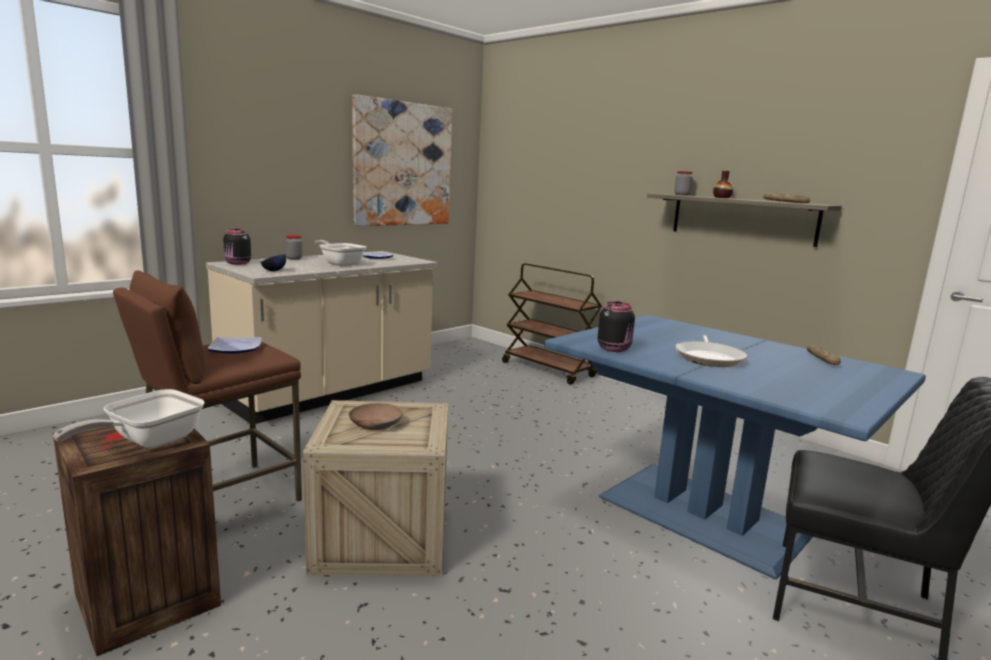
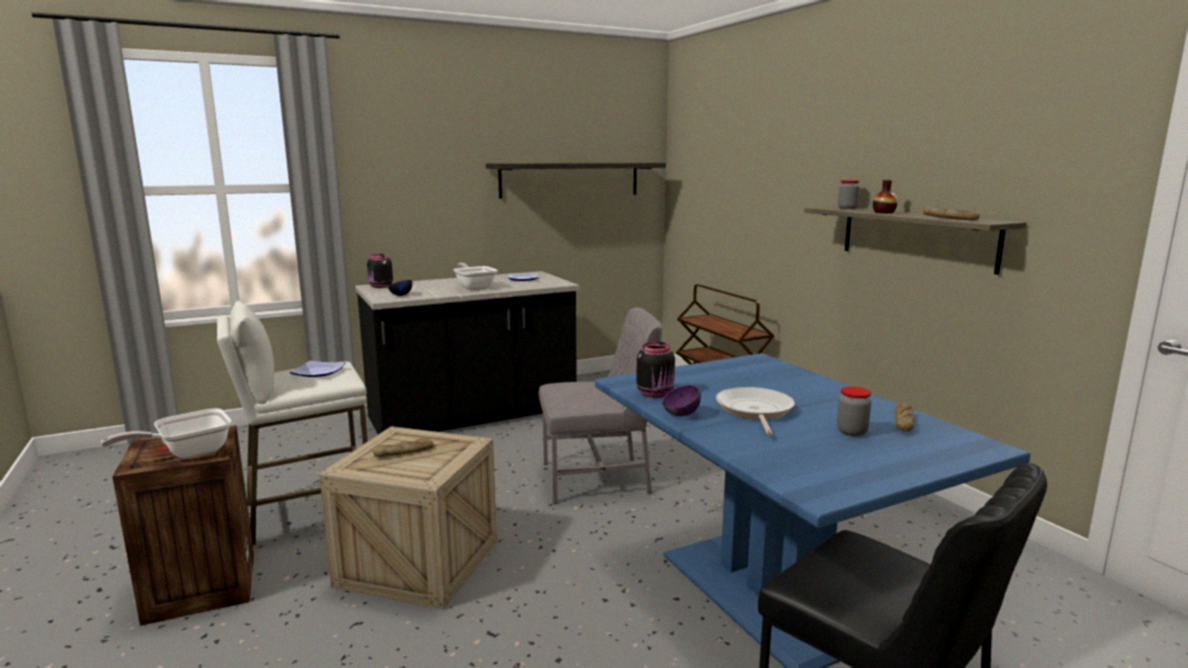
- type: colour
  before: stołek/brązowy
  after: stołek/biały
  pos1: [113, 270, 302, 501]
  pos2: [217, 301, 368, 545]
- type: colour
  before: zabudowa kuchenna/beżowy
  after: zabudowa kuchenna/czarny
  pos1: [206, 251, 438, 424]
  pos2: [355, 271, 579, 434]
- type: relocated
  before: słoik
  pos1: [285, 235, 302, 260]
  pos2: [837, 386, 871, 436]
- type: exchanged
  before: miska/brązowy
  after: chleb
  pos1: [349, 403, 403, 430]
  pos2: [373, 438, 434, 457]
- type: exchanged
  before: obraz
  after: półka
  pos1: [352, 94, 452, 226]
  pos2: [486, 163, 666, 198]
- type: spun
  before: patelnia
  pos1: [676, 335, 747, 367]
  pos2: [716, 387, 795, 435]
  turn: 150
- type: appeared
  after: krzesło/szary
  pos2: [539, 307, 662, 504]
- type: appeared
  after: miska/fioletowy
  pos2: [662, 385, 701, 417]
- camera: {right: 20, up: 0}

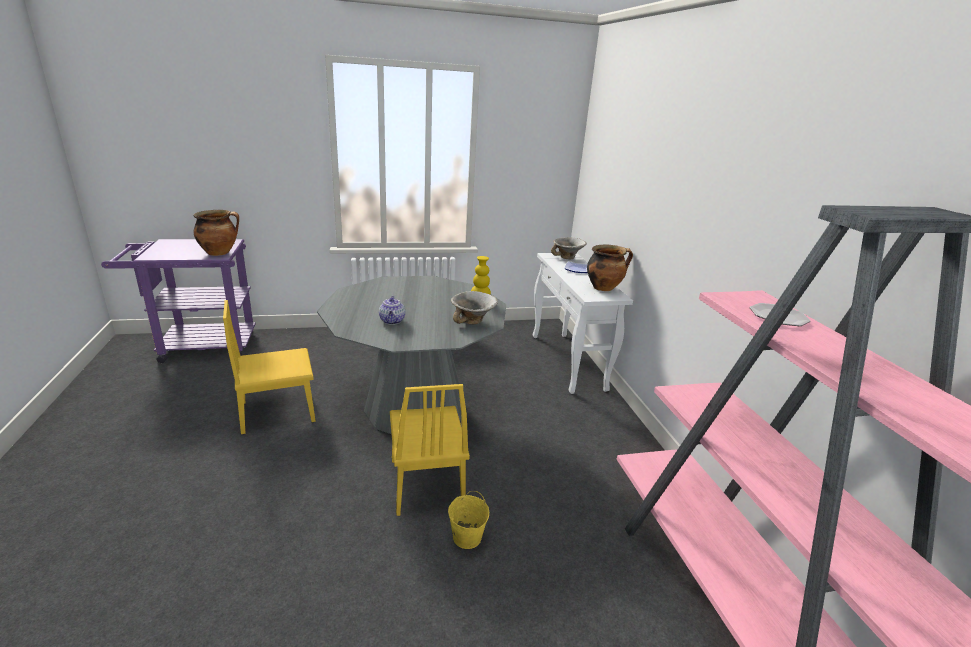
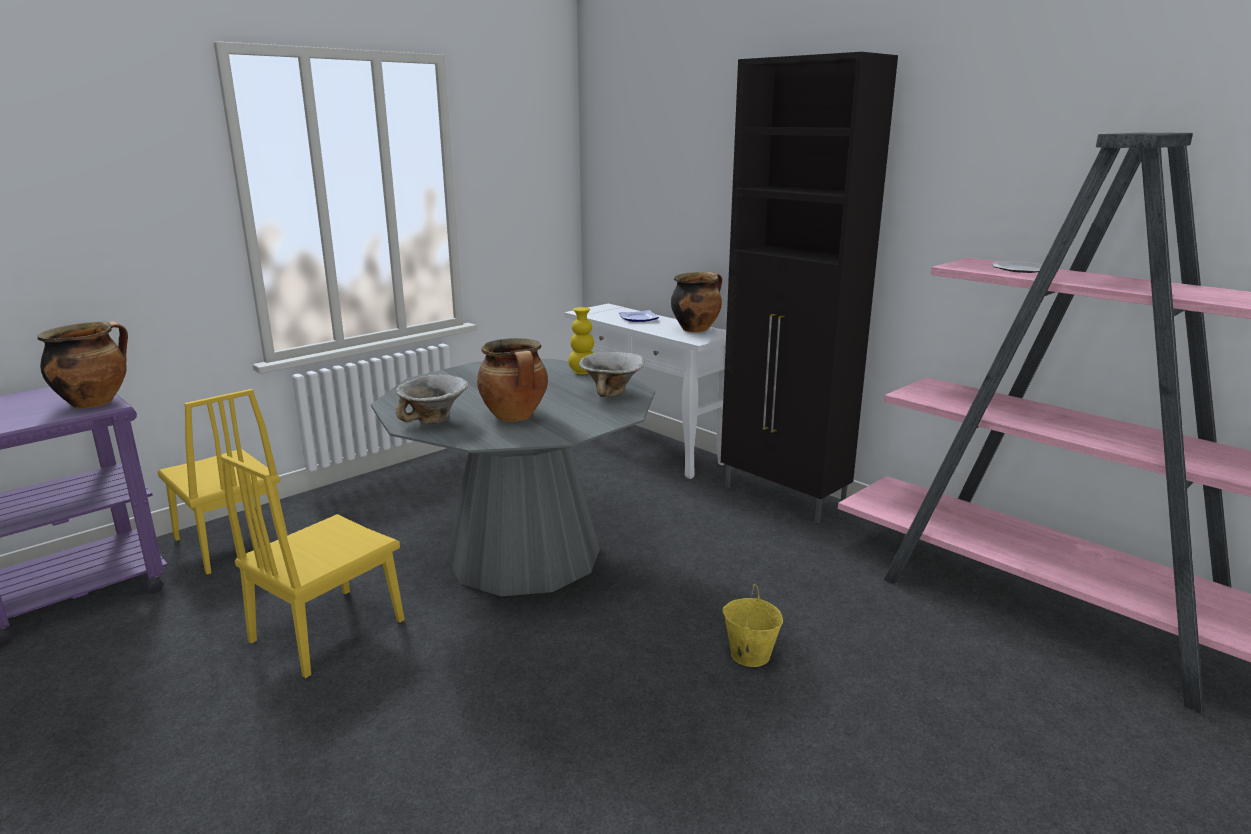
- type: exchanged
  before: imbryk
  after: garnek
  pos1: [379, 296, 405, 325]
  pos2: [477, 338, 548, 422]
- type: relocated
  before: krzesło/żółty
  pos1: [390, 384, 470, 516]
  pos2: [158, 389, 288, 575]
- type: relocated
  before: miska
  pos1: [551, 237, 587, 259]
  pos2: [395, 374, 469, 424]
- type: appeared
  after: szafka/czarny
  pos2: [721, 52, 898, 523]
- camera: {right: -30, up: -5}

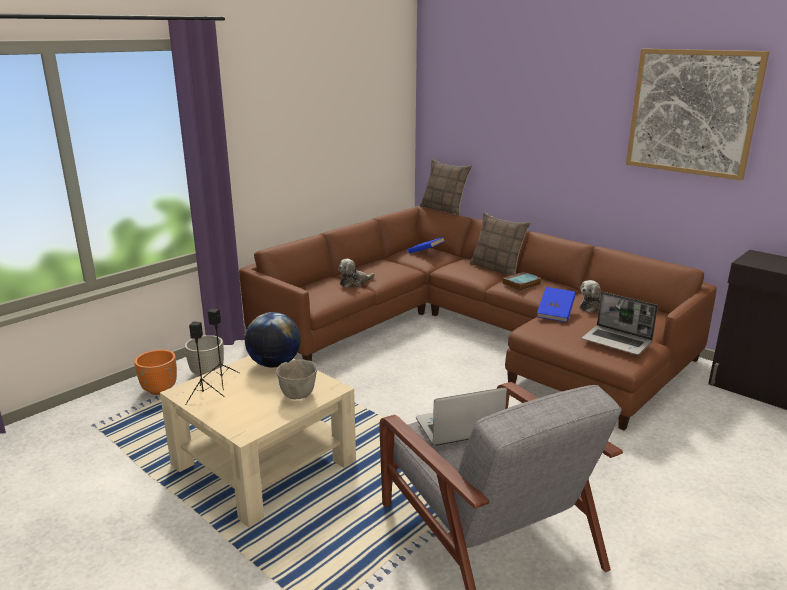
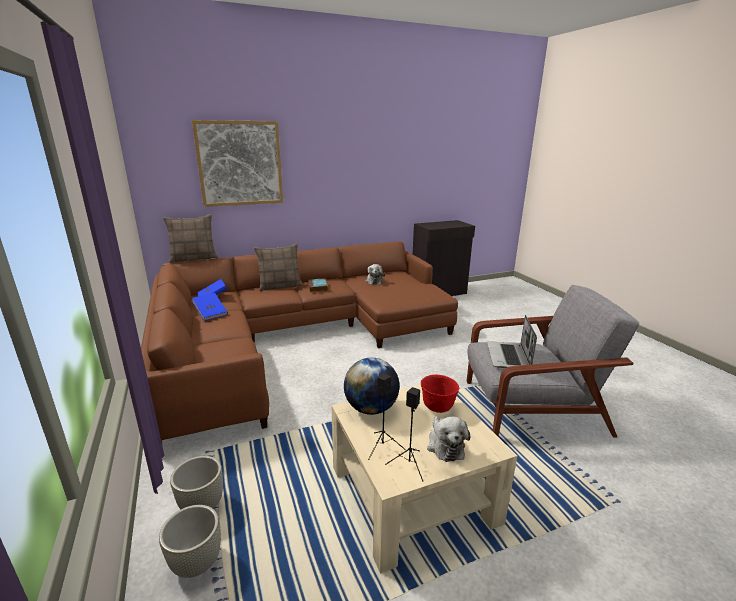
- type: colour
  before: donica/pomarańczowy
  after: donica/szary
  pos1: [134, 350, 177, 395]
  pos2: [159, 505, 221, 578]
- type: colour
  before: miska/szary
  after: miska/czerwony
  pos1: [276, 359, 317, 399]
  pos2: [421, 375, 459, 413]
- type: relocated
  before: pluszak
  pos1: [338, 259, 375, 288]
  pos2: [427, 416, 470, 462]
- type: relocated
  before: książka/niebieski
  pos1: [537, 287, 576, 322]
  pos2: [192, 293, 228, 321]
- type: missing
  before: laptop
  pos1: [582, 292, 658, 355]
- type: relocated
  before: obraz
  pos1: [626, 49, 769, 180]
  pos2: [192, 120, 283, 207]
- camera: {right: -65, up: 0}

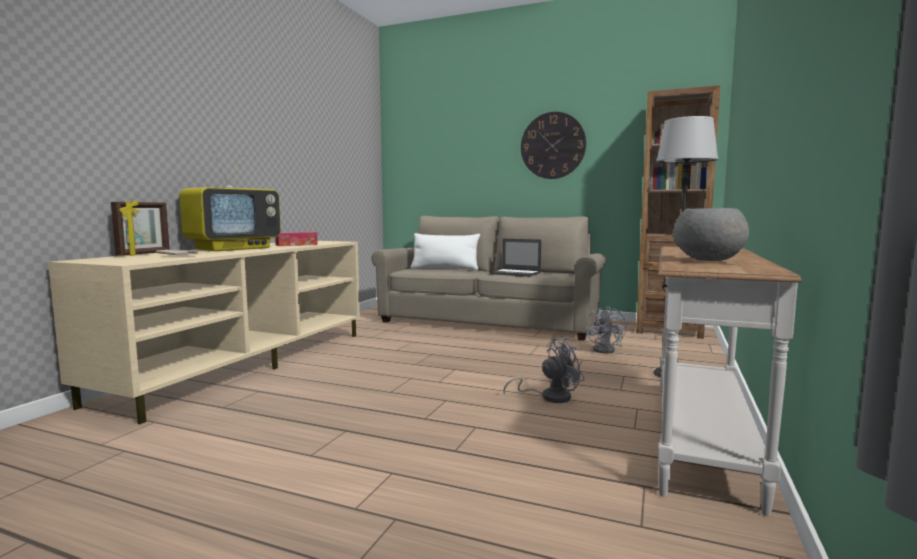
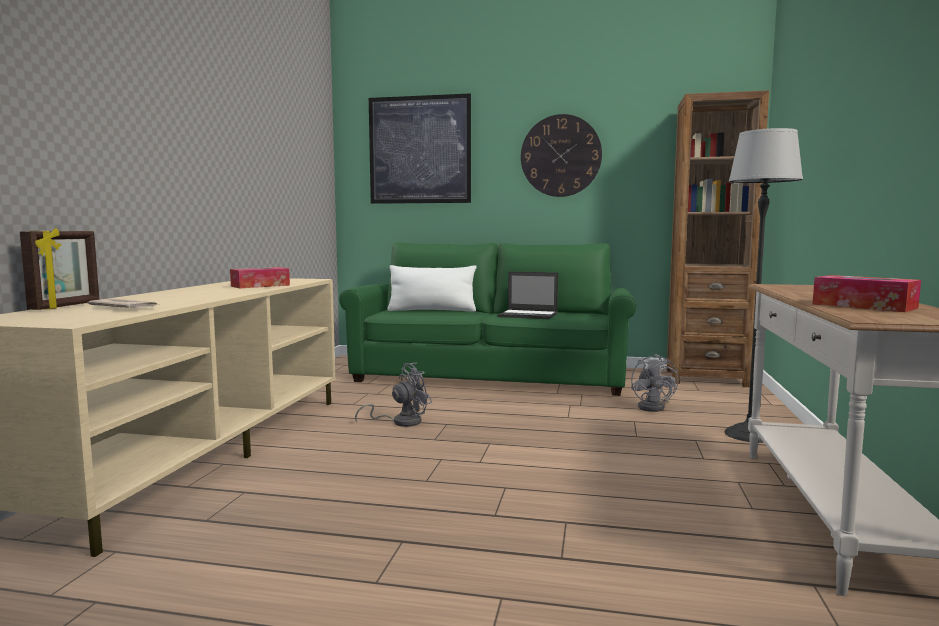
- type: missing
  before: telewizor
  pos1: [179, 151, 281, 251]
- type: colour
  before: kanapa/beżowy
  after: kanapa/zielony
  pos1: [371, 216, 606, 341]
  pos2: [339, 242, 636, 396]
- type: relocated
  before: wentylator/szary
  pos1: [504, 338, 585, 403]
  pos2: [355, 363, 432, 427]
- type: exchanged
  before: miska/szary
  after: pudełko chusteczek
  pos1: [673, 208, 749, 261]
  pos2: [813, 275, 921, 312]
- type: appeared
  after: obraz
  pos2: [369, 93, 471, 204]
- camera: {right: -10, up: 0}

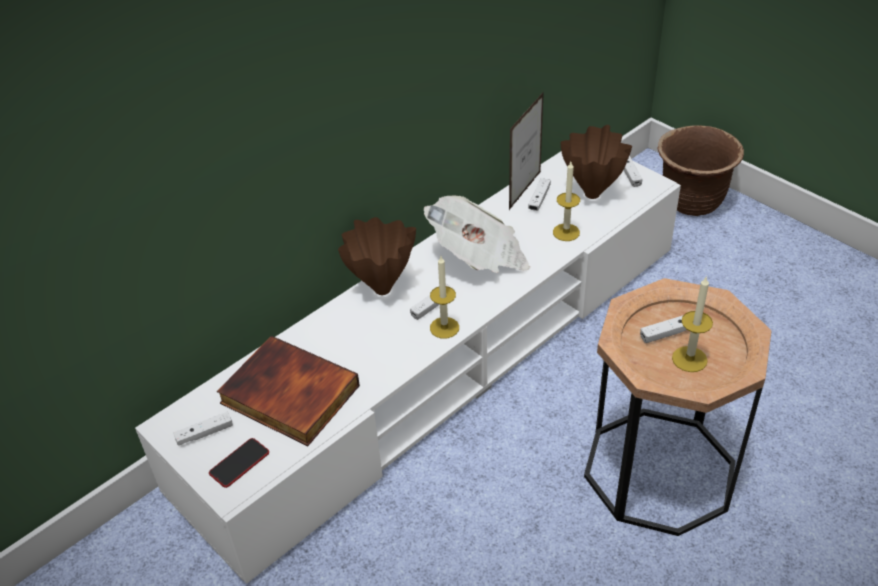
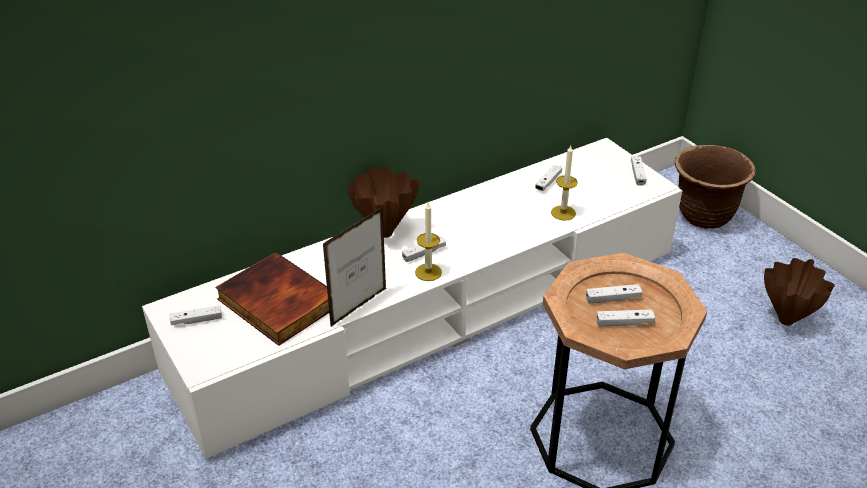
- type: missing
  before: telefon
  pos1: [209, 438, 269, 488]
- type: missing
  before: gazeta
  pos1: [423, 195, 530, 273]
- type: relocated
  before: ramka na zdjęcie
  pos1: [509, 91, 544, 210]
  pos2: [323, 206, 386, 327]
- type: relocated
  before: wazon/brązowy
  pos1: [560, 125, 632, 199]
  pos2: [764, 258, 835, 326]
- type: exchanged
  before: świeca
  after: pad do gier/biały
  pos1: [672, 276, 713, 372]
  pos2: [597, 309, 655, 327]
- camera: {right: 10, up: -5}

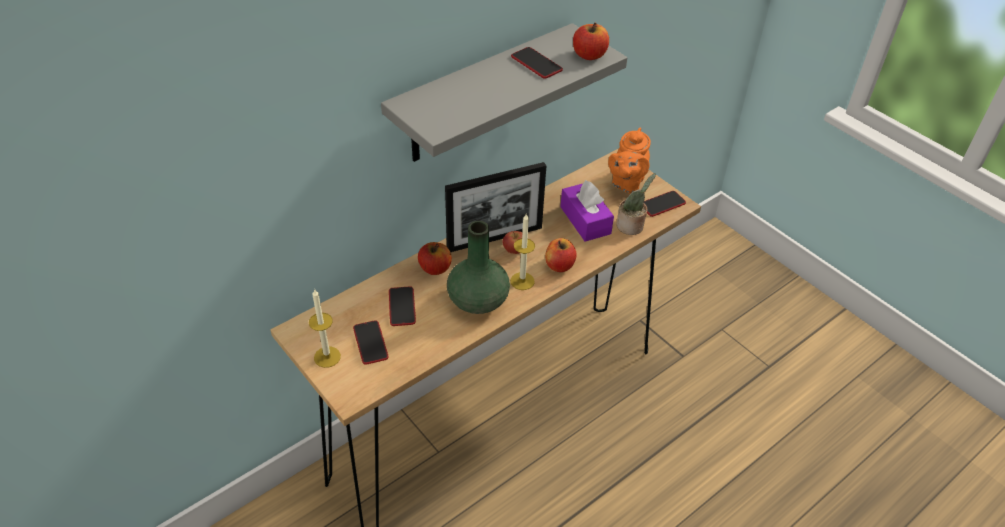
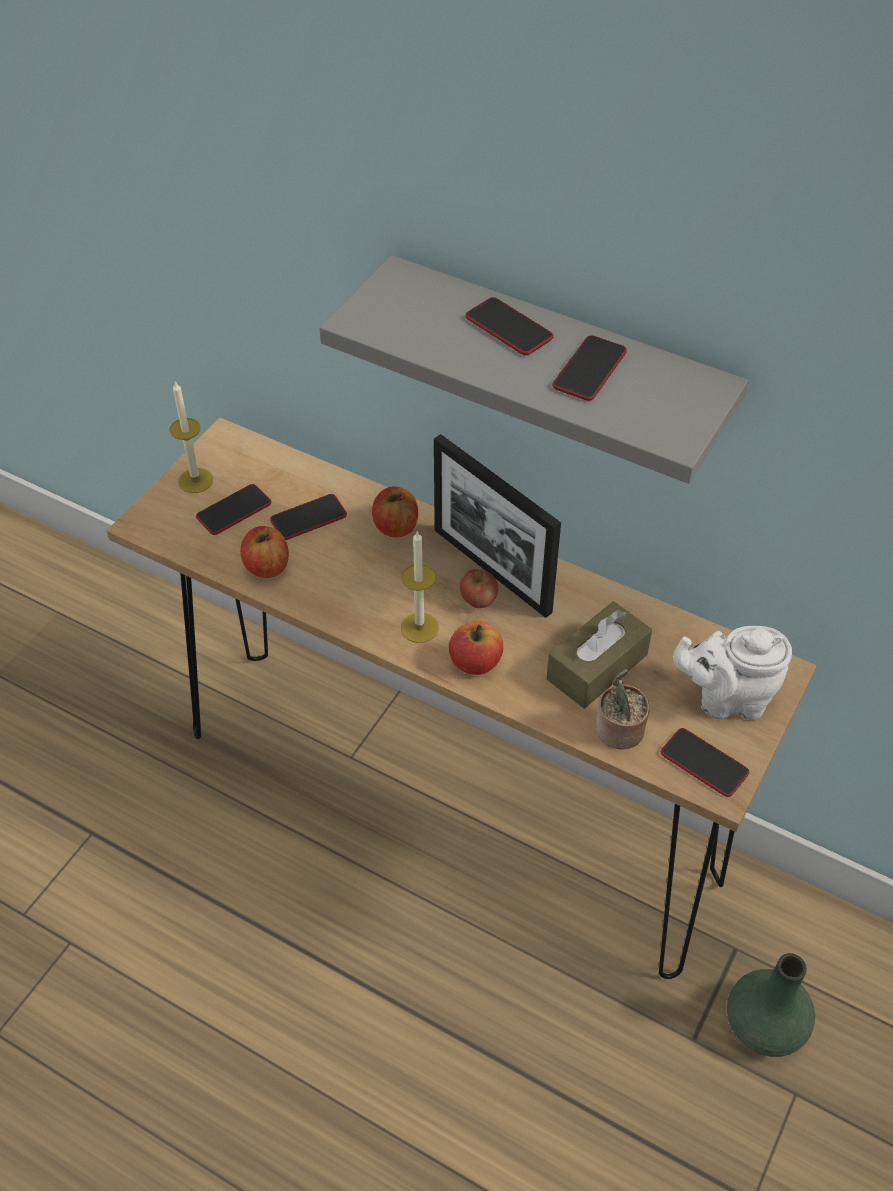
- type: relocated
  before: wazon/zielony
  pos1: [447, 221, 510, 314]
  pos2: [727, 953, 815, 1057]
- type: colour
  before: pudełko chusteczek/fioletowy
  after: pudełko chusteczek/brązowy
  pos1: [560, 180, 614, 242]
  pos2: [546, 601, 652, 708]
- type: relocated
  before: jabłko
  pos1: [573, 23, 609, 60]
  pos2: [240, 526, 289, 578]
- type: colour
  before: imbryk/pomarańczowy
  after: imbryk/biały
  pos1: [608, 127, 651, 194]
  pos2: [673, 626, 792, 720]
- type: appeared
  after: telefon
  pos2: [465, 297, 554, 355]
- camera: {right: 70, up: 5}

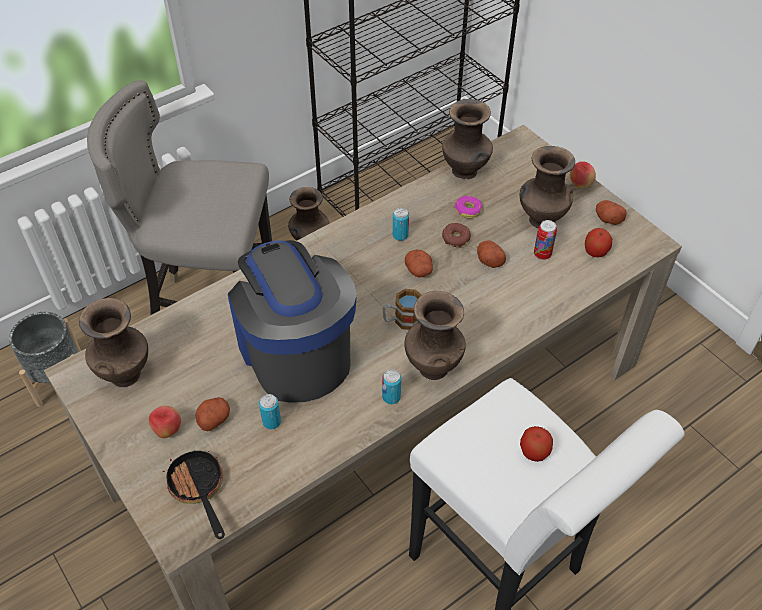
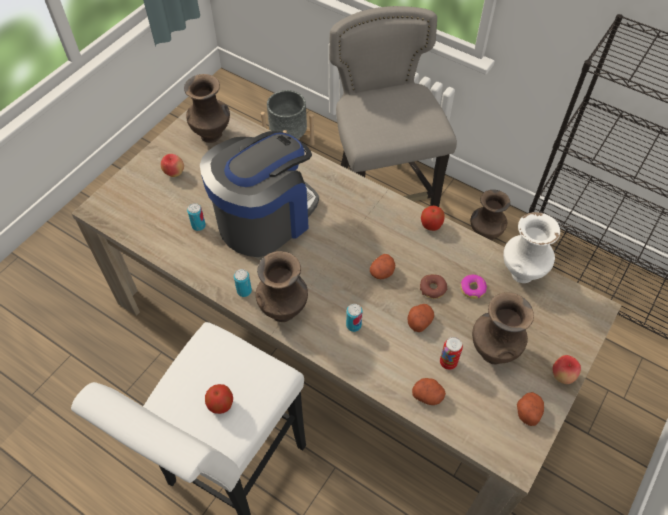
- type: missing
  before: patelnia
  pos1: [163, 450, 225, 539]
- type: relocated
  before: ziemniak
  pos1: [196, 397, 230, 431]
  pos2: [412, 378, 446, 405]
- type: missing
  before: kubek
  pos1: [383, 289, 422, 330]
- type: relocated
  before: puszka
  pos1: [393, 208, 409, 241]
  pos2: [346, 304, 363, 332]
- type: colour
  before: wazon/brązowy
  after: wazon/biały
  pos1: [442, 99, 493, 179]
  pos2: [503, 212, 560, 283]
- type: relocated
  before: jabłko
  pos1: [585, 228, 612, 257]
  pos2: [421, 206, 445, 231]
- camera: {right: 70, up: 5}

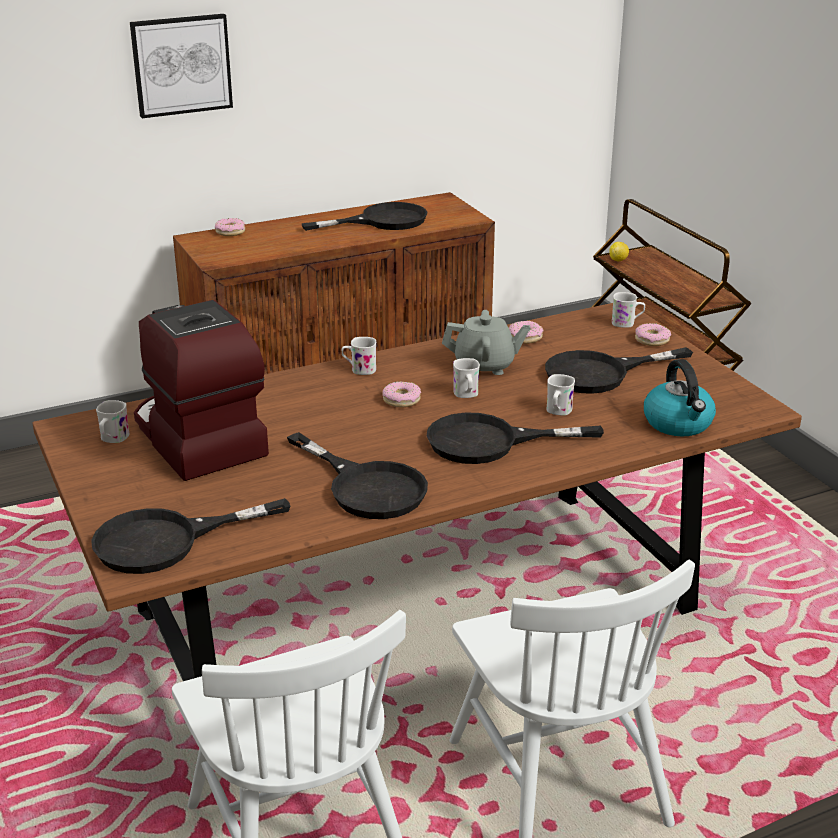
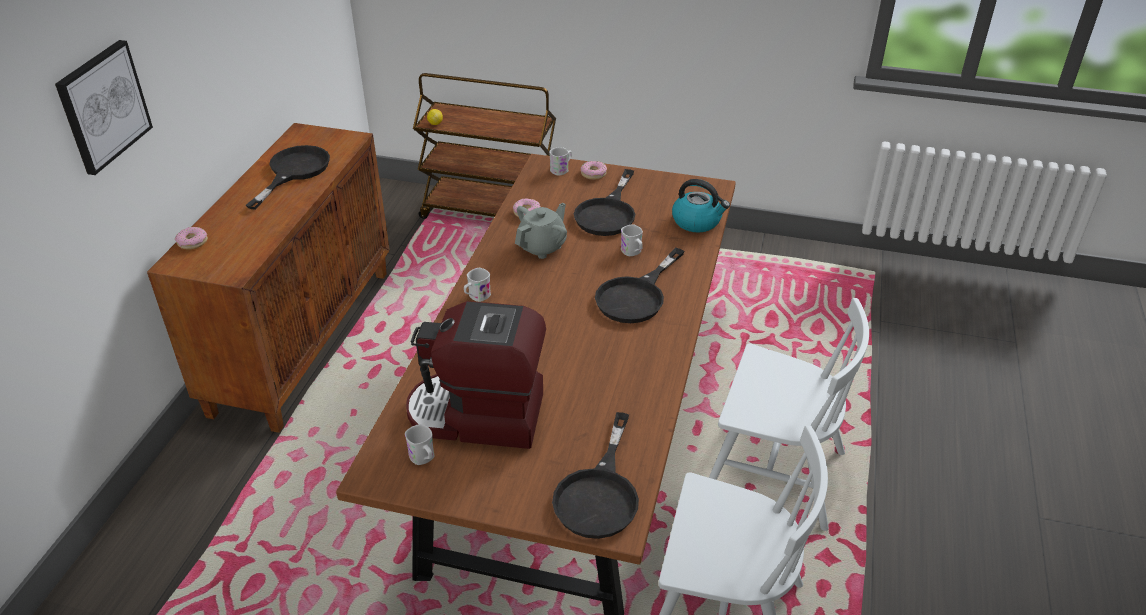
- type: missing
  before: patelnia/czarny
  pos1: [287, 432, 428, 519]
- type: missing
  before: donut
  pos1: [383, 381, 421, 407]
- type: missing
  before: kubek/biały
  pos1: [453, 358, 480, 398]
- camera: {right: -50, up: 10}

